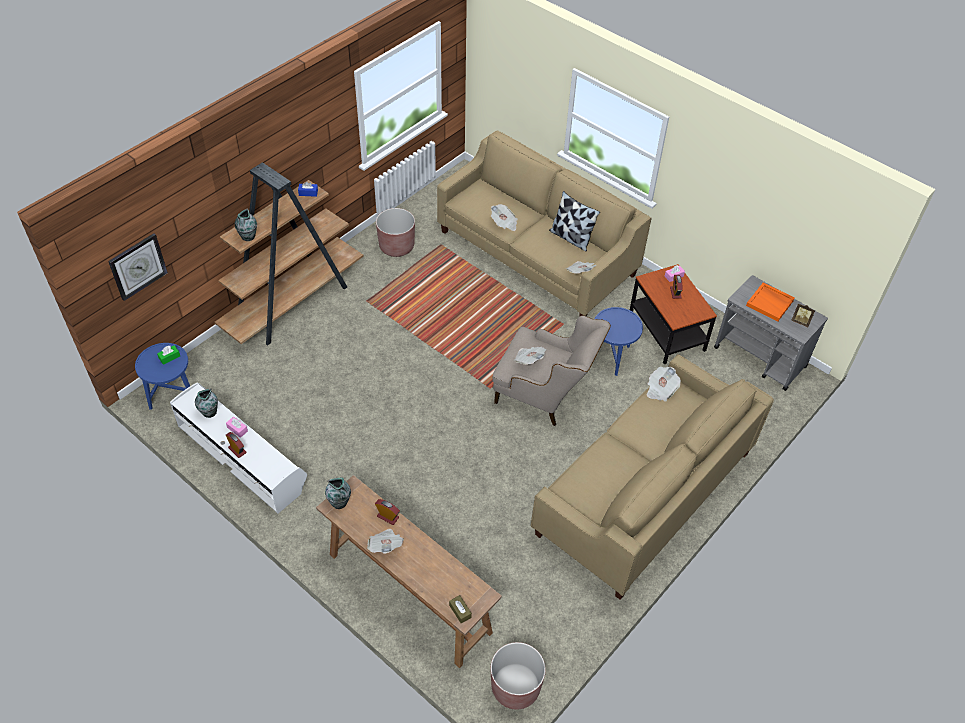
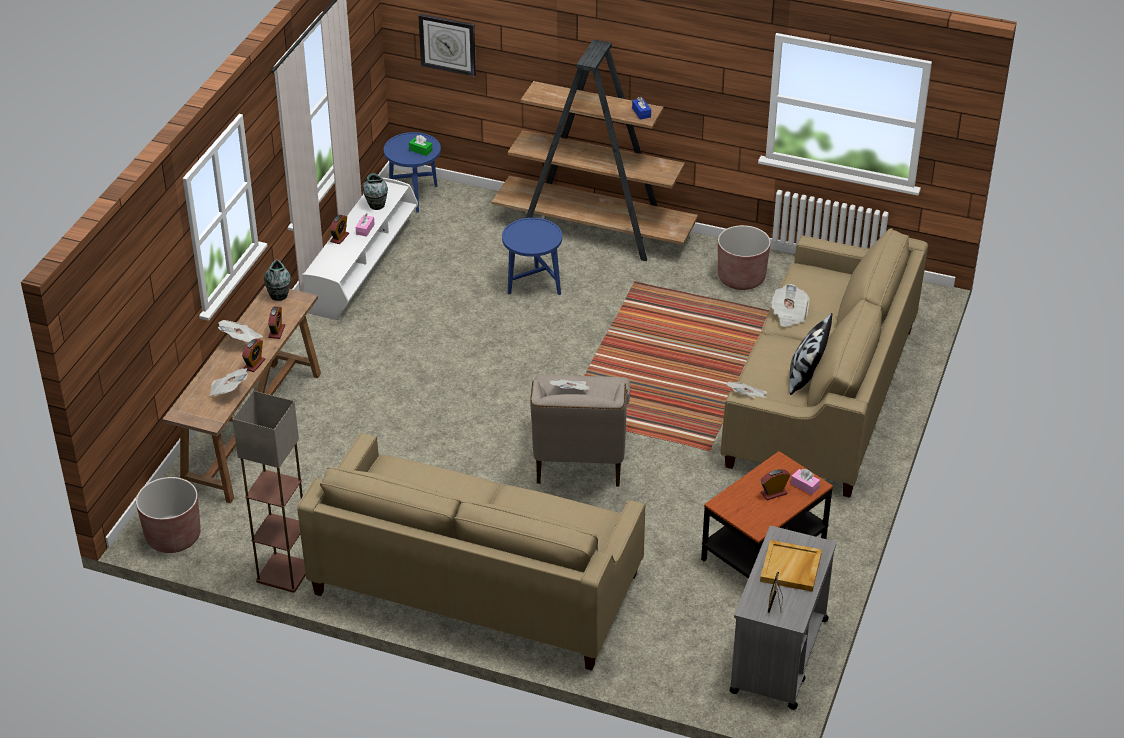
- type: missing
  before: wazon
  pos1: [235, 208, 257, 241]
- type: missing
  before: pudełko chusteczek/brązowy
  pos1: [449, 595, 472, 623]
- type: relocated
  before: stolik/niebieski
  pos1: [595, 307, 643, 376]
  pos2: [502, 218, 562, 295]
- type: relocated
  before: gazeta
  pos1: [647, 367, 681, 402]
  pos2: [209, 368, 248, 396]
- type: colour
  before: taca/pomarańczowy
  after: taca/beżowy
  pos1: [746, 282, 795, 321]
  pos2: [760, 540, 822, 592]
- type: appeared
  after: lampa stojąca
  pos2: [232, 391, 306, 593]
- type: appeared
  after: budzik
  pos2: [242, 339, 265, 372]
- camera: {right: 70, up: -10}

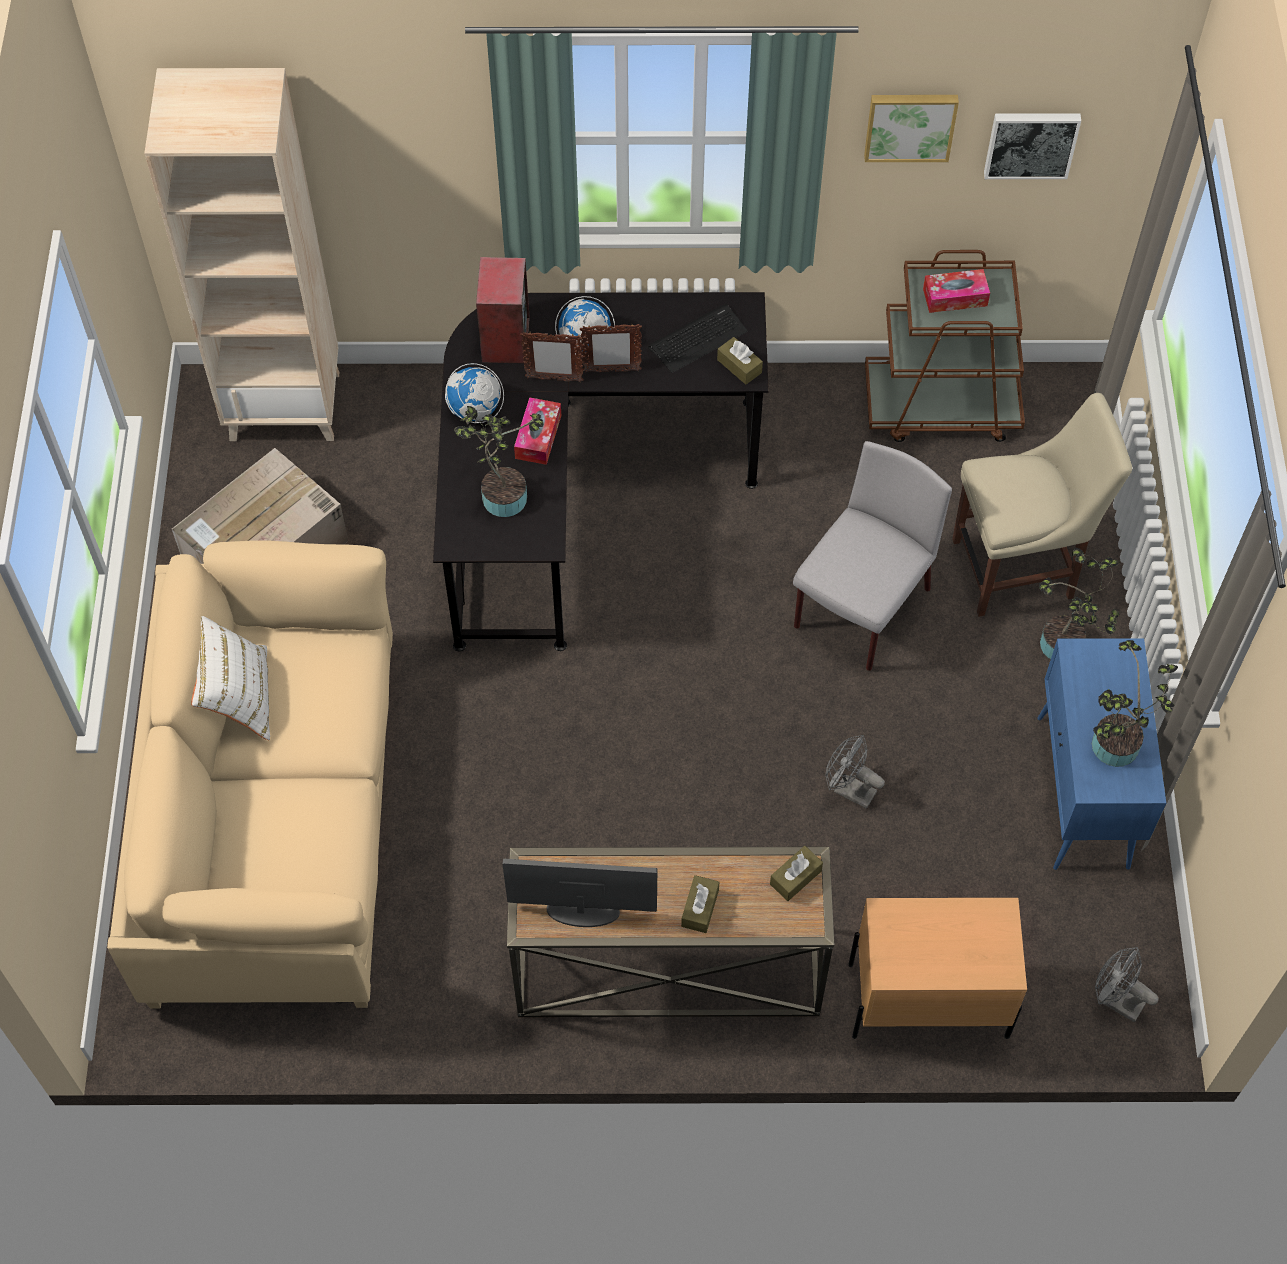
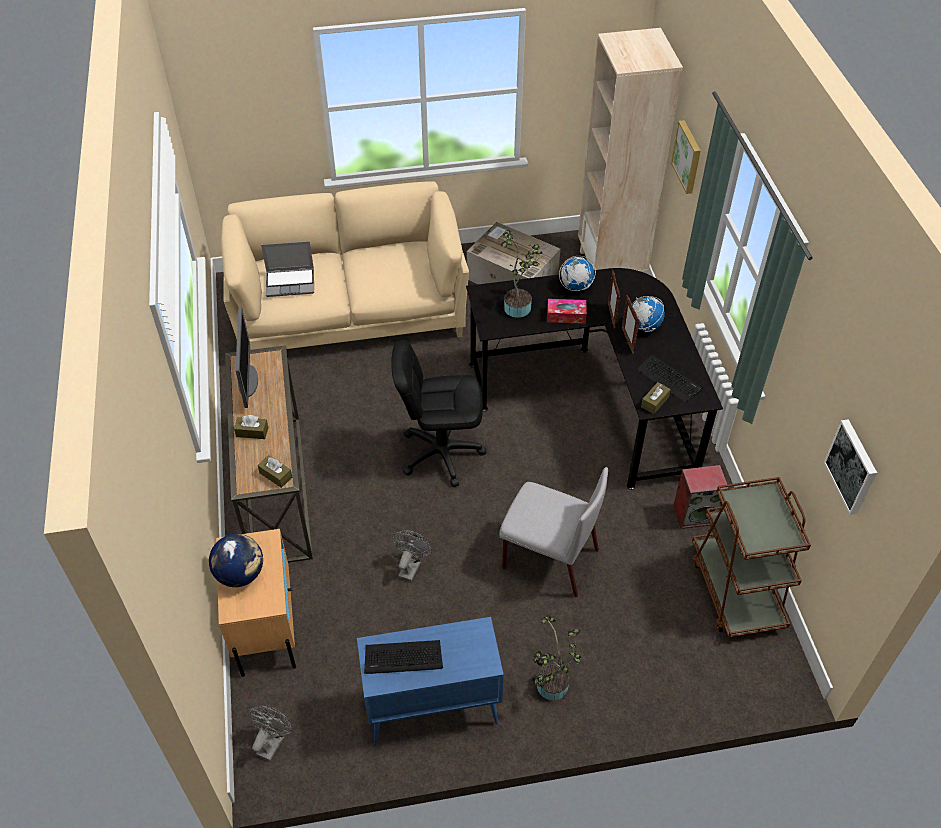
- type: missing
  before: poduszka/biały
  pos1: [191, 616, 270, 740]
- type: relocated
  before: głośnik
  pos1: [476, 257, 530, 364]
  pos2: [673, 465, 728, 529]
- type: relocated
  before: obraz
  pos1: [864, 95, 959, 162]
  pos2: [671, 120, 701, 194]
- type: missing
  before: pudełko chusteczek
  pos1: [923, 269, 990, 313]
- type: missing
  before: krzesło/beżowy
  pos1: [952, 393, 1132, 617]
- type: exchanged
  before: roślina doniczkowa
  after: klawiatura
  pos1: [1092, 640, 1178, 767]
  pos2: [364, 640, 443, 674]
- type: appeared
  after: globus
  pos2: [209, 534, 263, 587]
- type: appeared
  after: laptop
  pos2: [261, 241, 314, 297]
- type: appeared
  after: krzesło biurowe/czarny
  pos2: [391, 340, 486, 487]
- camera: {right: 80, up: -10}

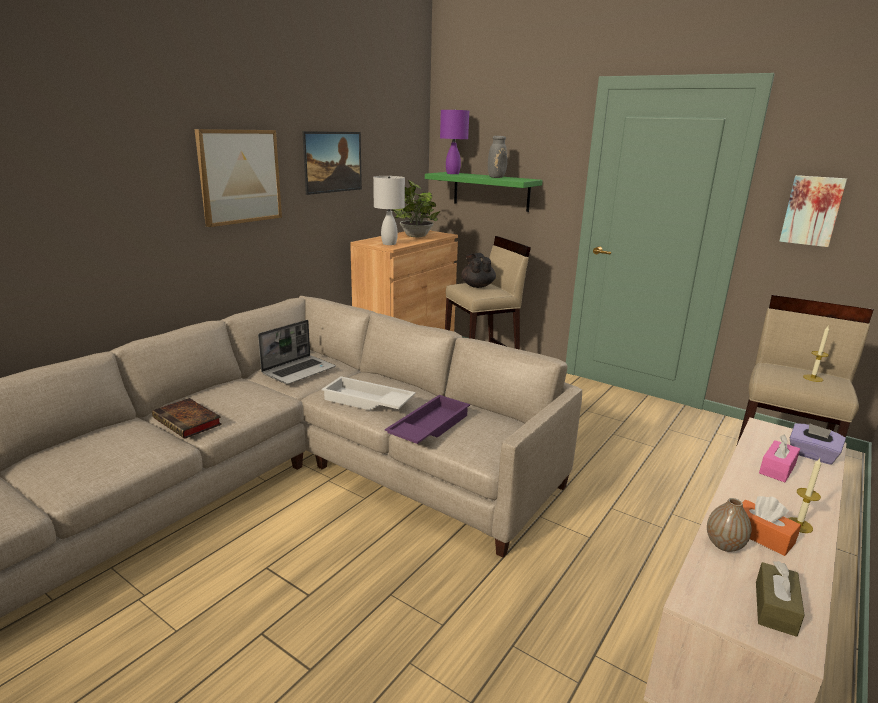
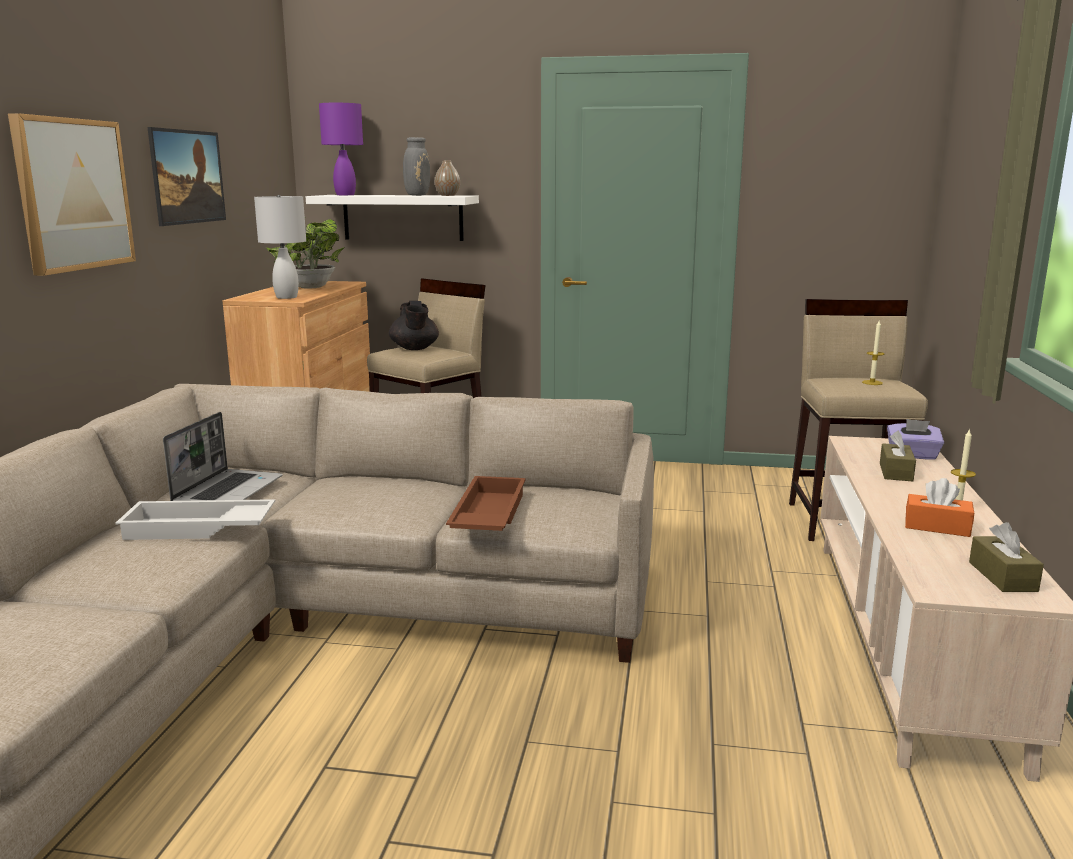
- type: missing
  before: książka
  pos1: [152, 398, 222, 439]
- type: relocated
  before: taca/biały
  pos1: [321, 376, 416, 410]
  pos2: [115, 499, 275, 540]
- type: colour
  before: taca/fioletowy
  after: taca/brązowy
  pos1: [385, 395, 470, 444]
  pos2: [446, 476, 526, 531]
- type: colour
  before: półka/zielony
  after: półka/biały
  pos1: [425, 172, 543, 212]
  pos2: [306, 195, 479, 241]
- type: spun
  before: imbryk/czarny
  pos1: [461, 253, 496, 288]
  pos2: [389, 301, 439, 350]
  turn: -150
- type: relocated
  before: wazon
  pos1: [707, 498, 751, 552]
  pos2: [435, 161, 460, 196]
- type: colour
  before: pudełko chusteczek/różowy
  after: pudełko chusteczek/brązowy
  pos1: [759, 434, 800, 482]
  pos2: [880, 431, 916, 482]
- type: missing
  before: obraz
  pos1: [779, 175, 847, 247]
- camera: {right: -25, up: -5}

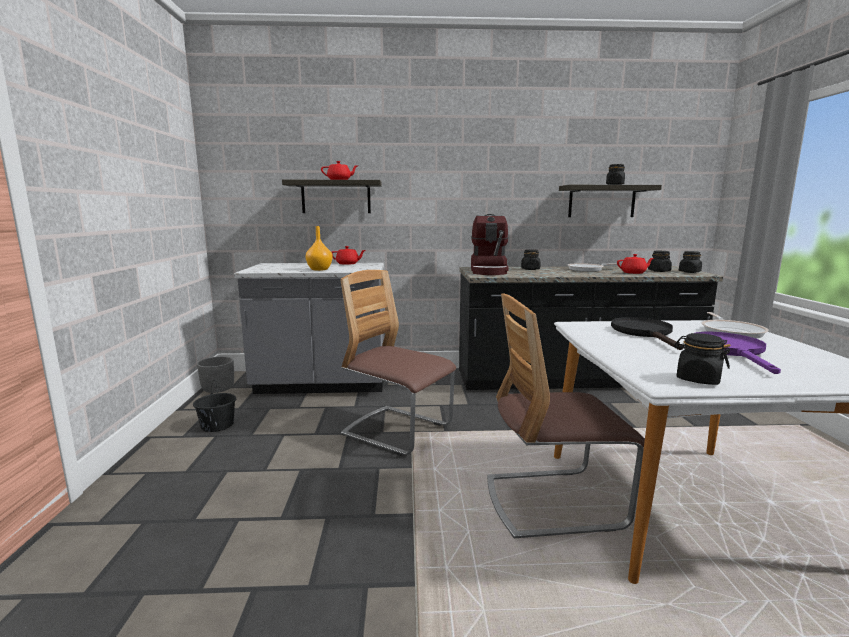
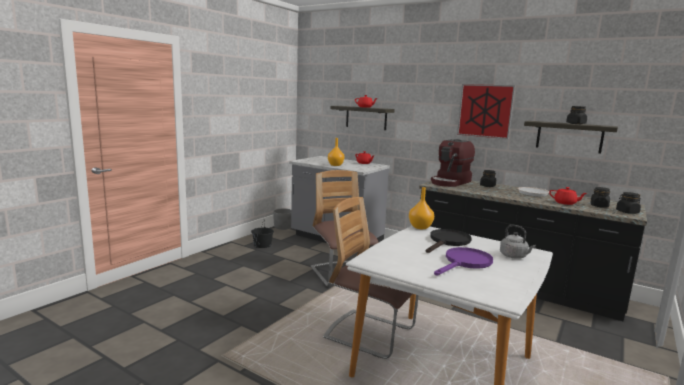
- type: missing
  before: słoik/czarny
  pos1: [674, 333, 731, 385]
- type: exchanged
  before: patelnia
  after: czajnik/szary
  pos1: [702, 312, 769, 339]
  pos2: [500, 224, 536, 259]
- type: appeared
  after: wazon/pomarańczowy
  pos2: [409, 187, 434, 229]
- type: appeared
  after: obraz
  pos2: [457, 84, 515, 139]
- camera: {right: 35, up: 0}

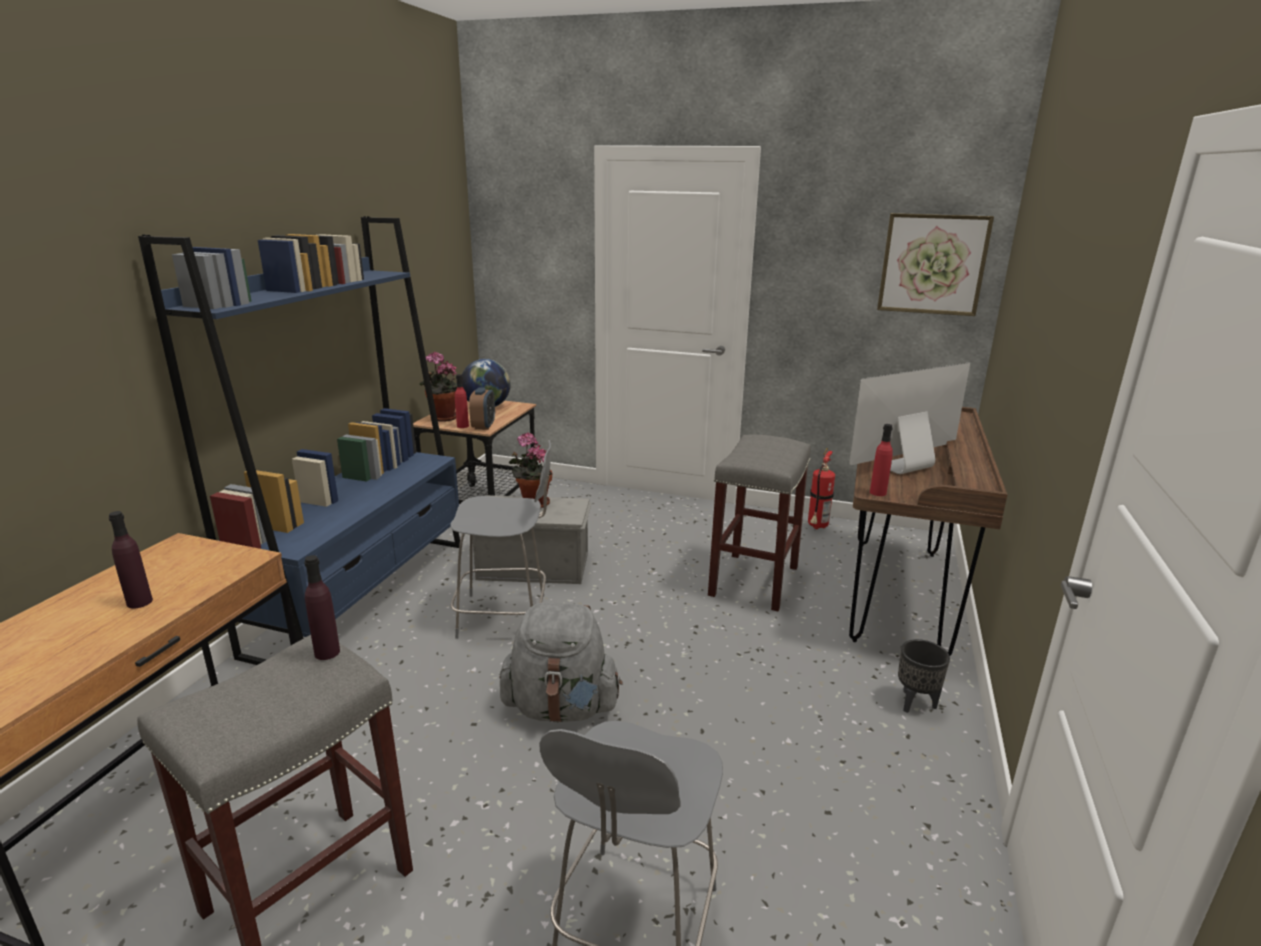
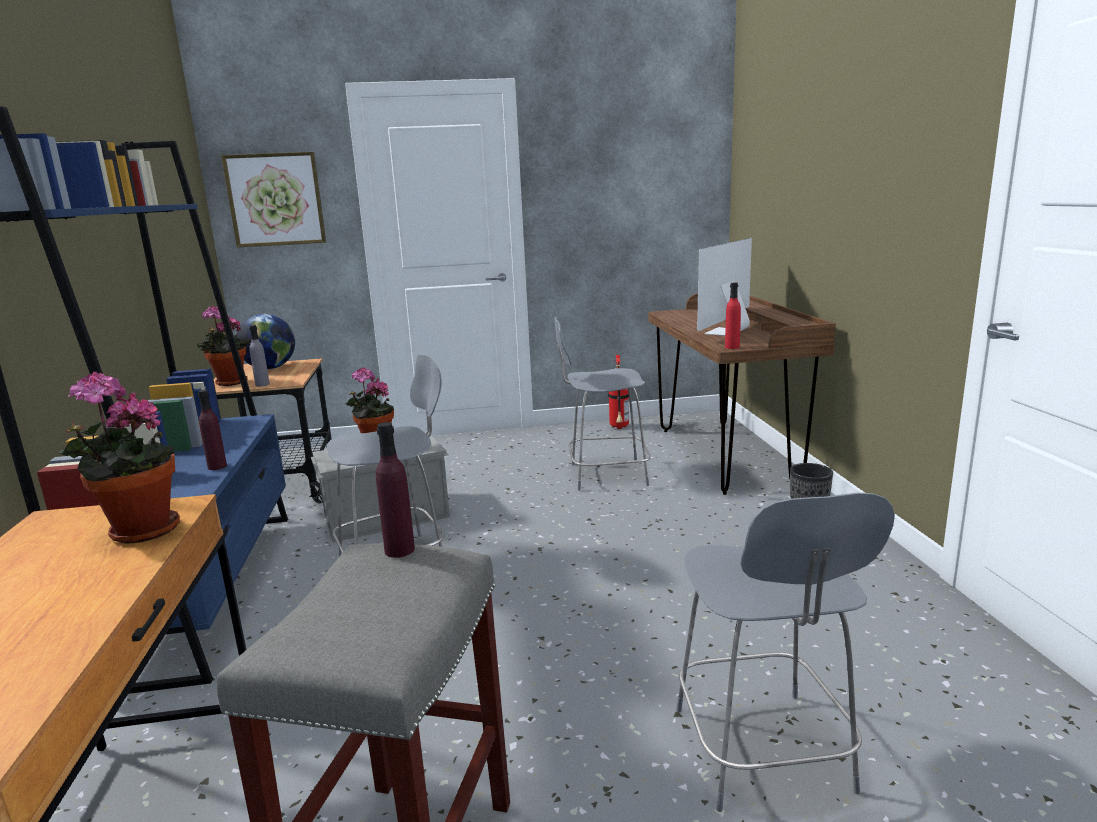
- type: relocated
  before: butelka/fioletowy
  pos1: [109, 511, 153, 609]
  pos2: [198, 390, 227, 470]
- type: colour
  before: butelka/czerwony
  after: butelka/szary
  pos1: [455, 374, 469, 428]
  pos2: [249, 325, 270, 387]
- type: missing
  before: budzik
  pos1: [469, 387, 495, 430]
- type: missing
  before: plecak/szary
  pos1: [499, 603, 623, 723]
- type: exchanged
  before: stołek/szary
  after: krzesło/szary
  pos1: [708, 435, 811, 611]
  pos2: [555, 317, 651, 491]
- type: relocated
  before: obraz
  pos1: [877, 213, 994, 316]
  pos2: [221, 152, 326, 247]
- type: appeared
  after: roślina doniczkowa
  pos2: [58, 372, 180, 544]
- camera: {right: -25, up: -5}

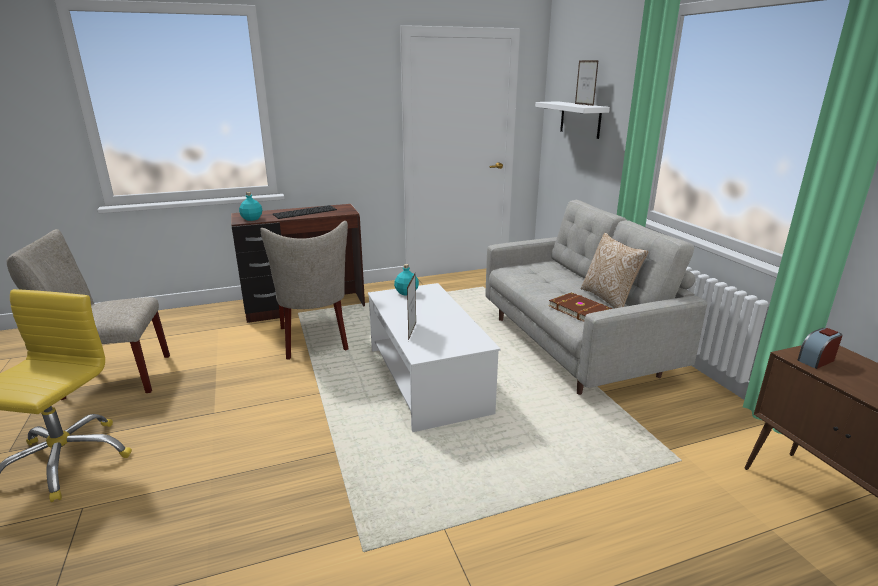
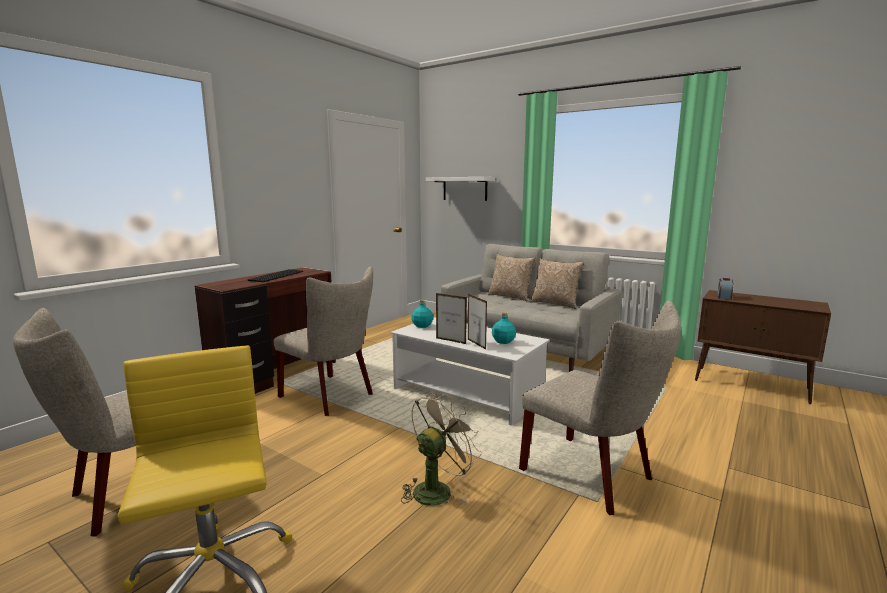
- type: relocated
  before: butelka/turkusowy
  pos1: [239, 192, 262, 221]
  pos2: [492, 312, 516, 344]
- type: missing
  before: książka/brązowy
  pos1: [549, 292, 613, 322]
- type: relocated
  before: ramka na zdjęcie
  pos1: [575, 60, 599, 106]
  pos2: [436, 293, 467, 344]
- type: appeared
  after: wentylator/beżowy
  pos2: [401, 393, 482, 506]
- type: appeared
  after: poduszka
  pos2: [488, 254, 536, 301]
- type: appeared
  after: krzesło/beżowy
  pos2: [519, 301, 681, 515]
- camera: {right: -35, up: -10}

